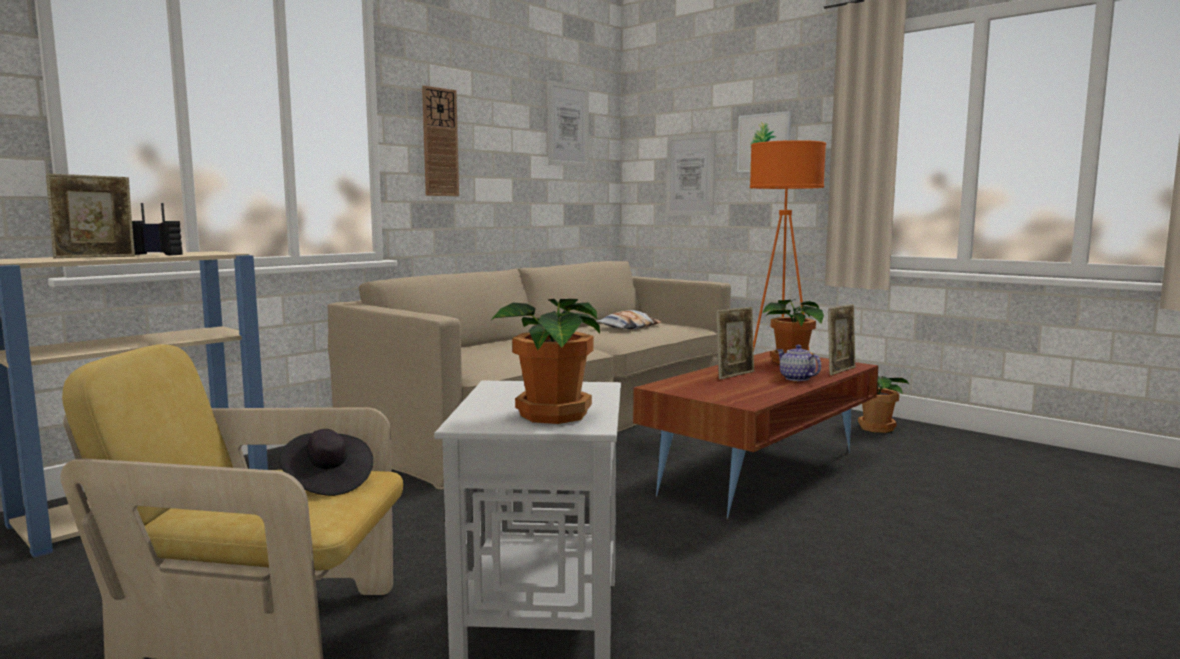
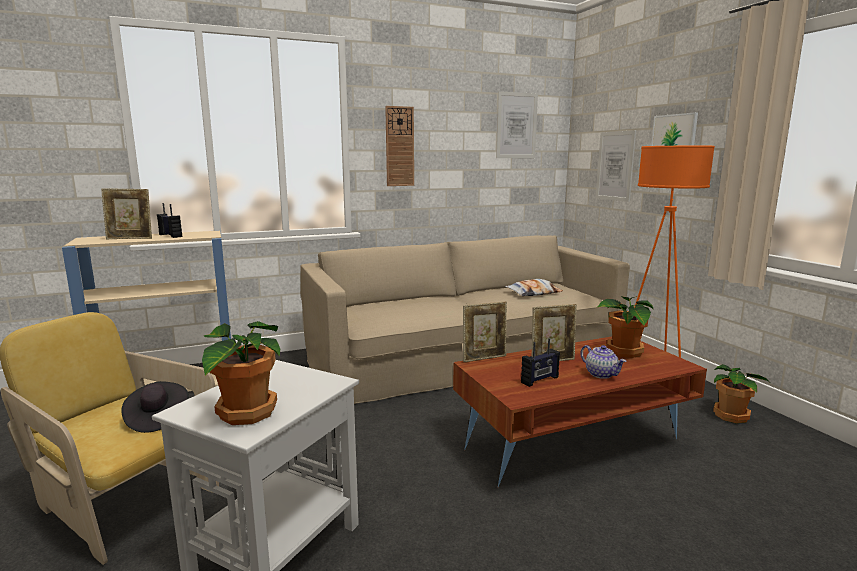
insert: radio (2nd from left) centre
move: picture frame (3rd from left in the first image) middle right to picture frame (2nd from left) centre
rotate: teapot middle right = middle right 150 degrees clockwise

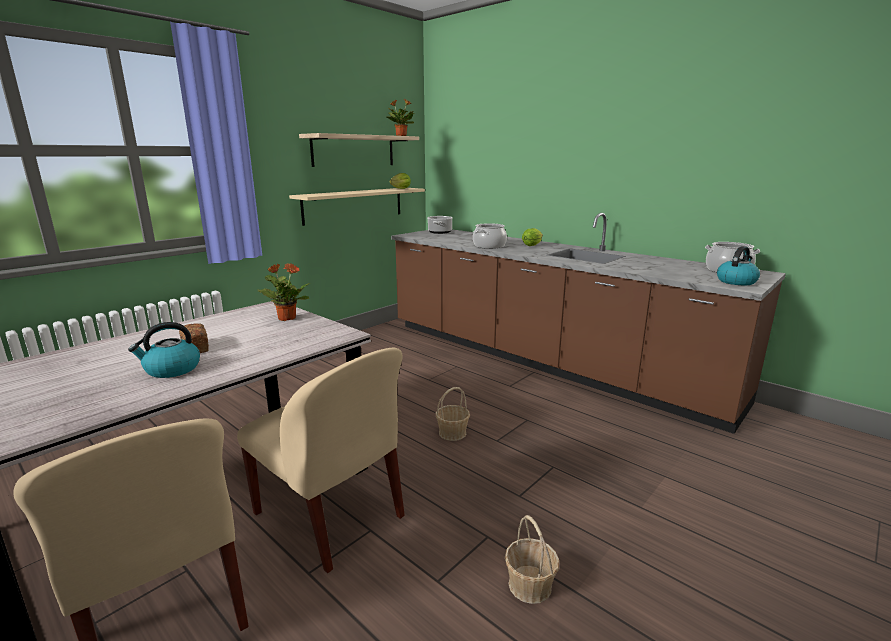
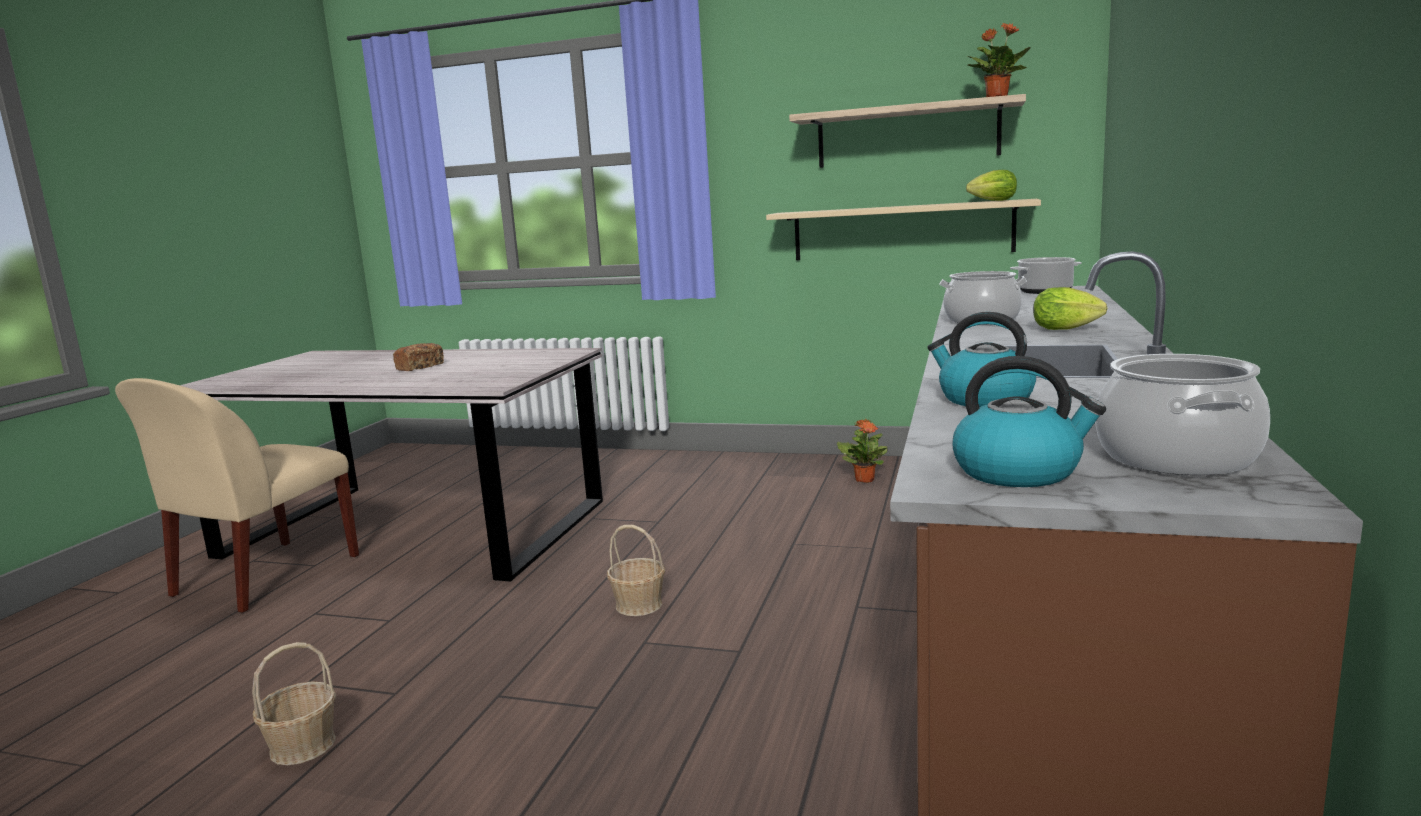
delete: beige chair (2nd from left) bottom centre
move: potted plant (1st from left) middle left to centre; kettle (1st from left) middle left to middle right

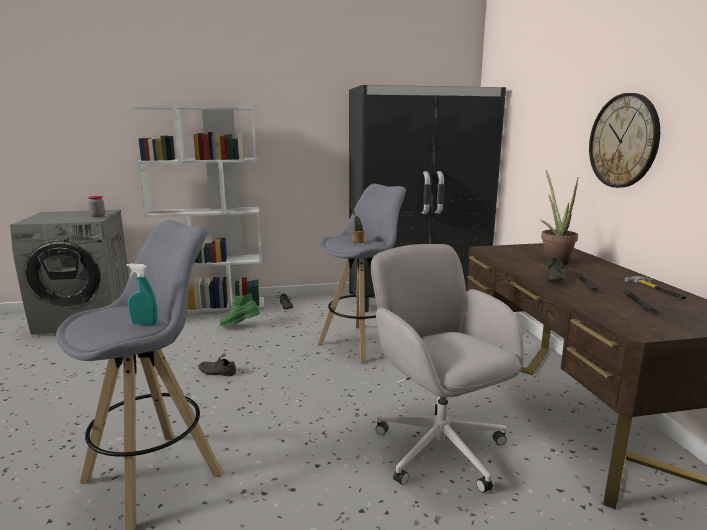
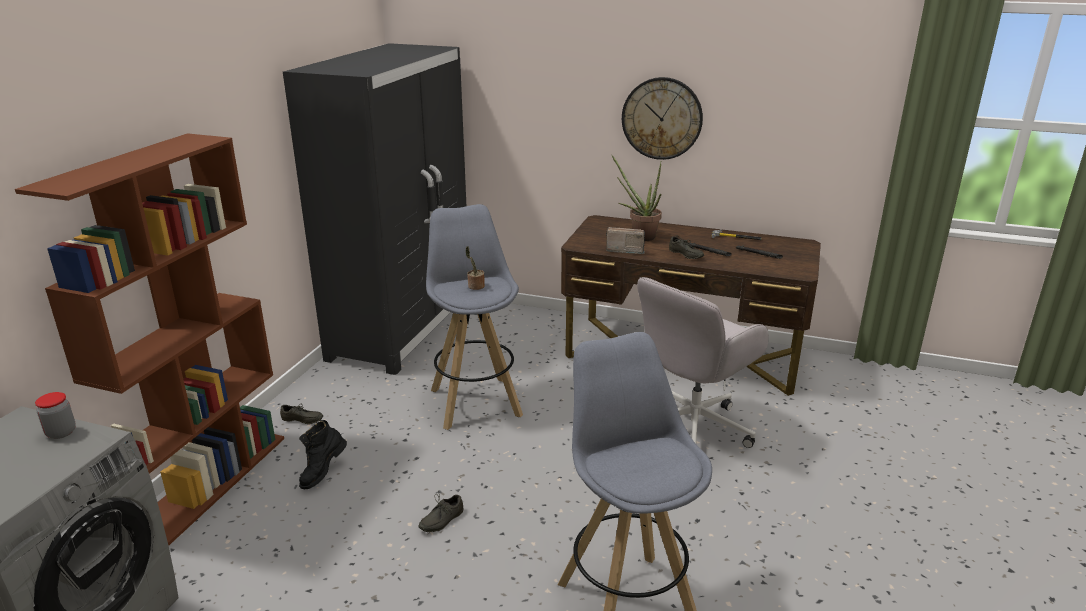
delete: turquoise spray bottle middle left
insert: radio centre
recolor: white bookcase middle left to brown bookcase middle left; green boot centre to black boot bottom left
rotate: grey office chair bottom centre = centre 45 degrees counterclockwise

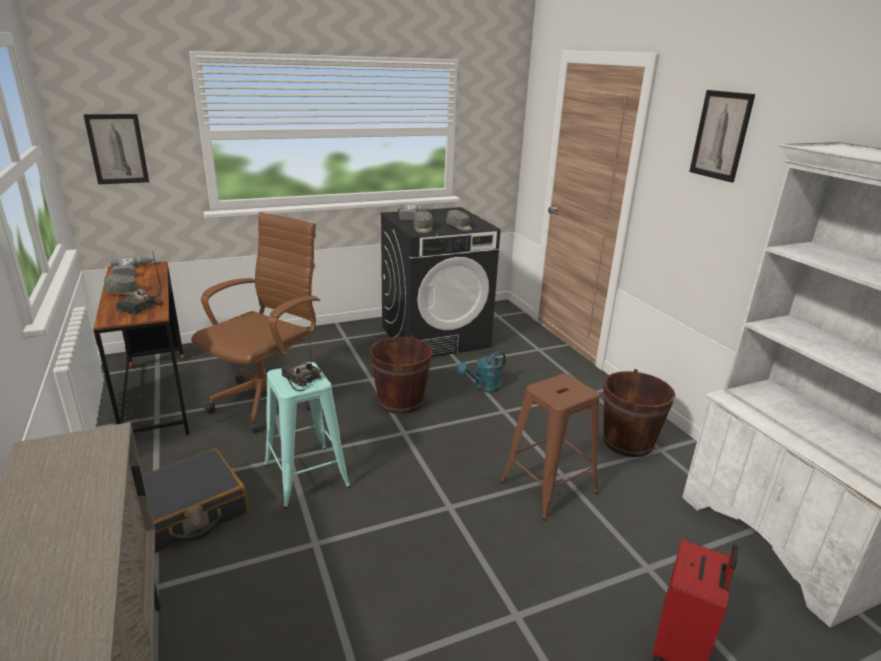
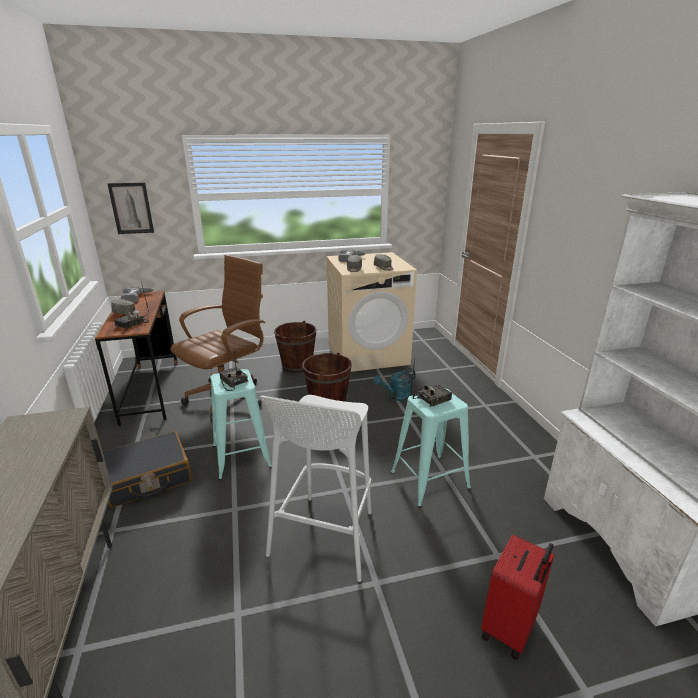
delete: picture (2nd from left) top right
insert: radio (3rd from left) centre; white stool bottom centre
move: brown bucket (2nd from left in the first image) middle right to brown bucket (1st from left) centre
recolor: black washing machine centre to beige washing machine centre; brown stool bottom centre to turquoise stool (2nd from left) centre

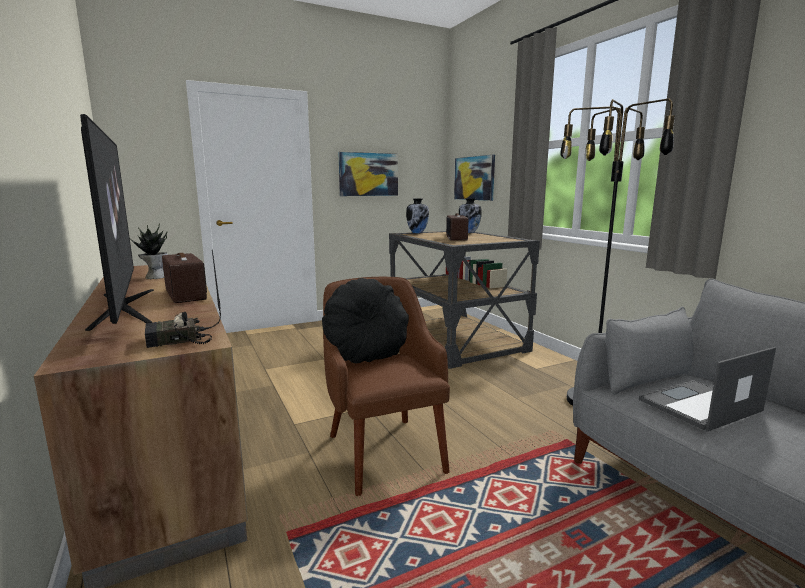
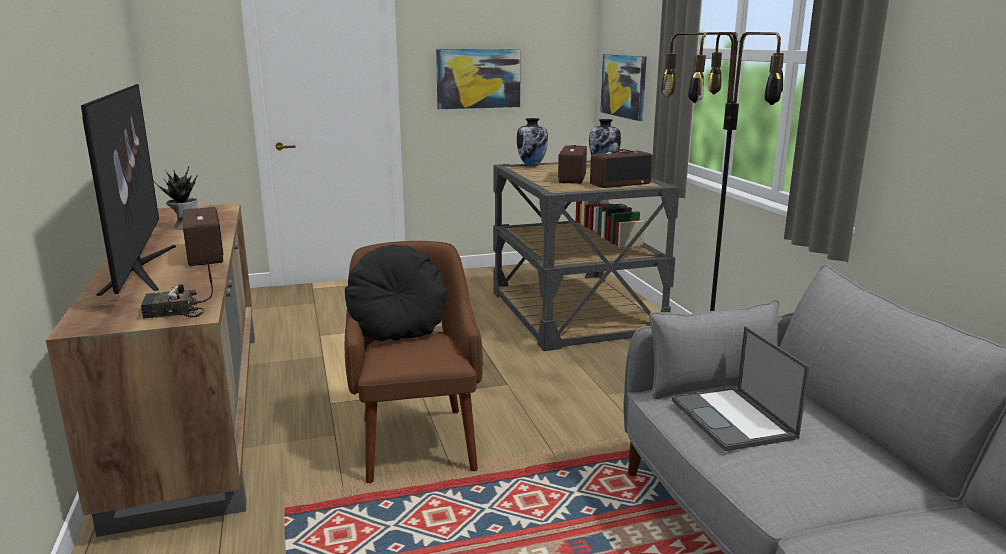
insert: radio (4th from left) top centre
rotate: laptop middle right = bottom right 90 degrees counterclockwise

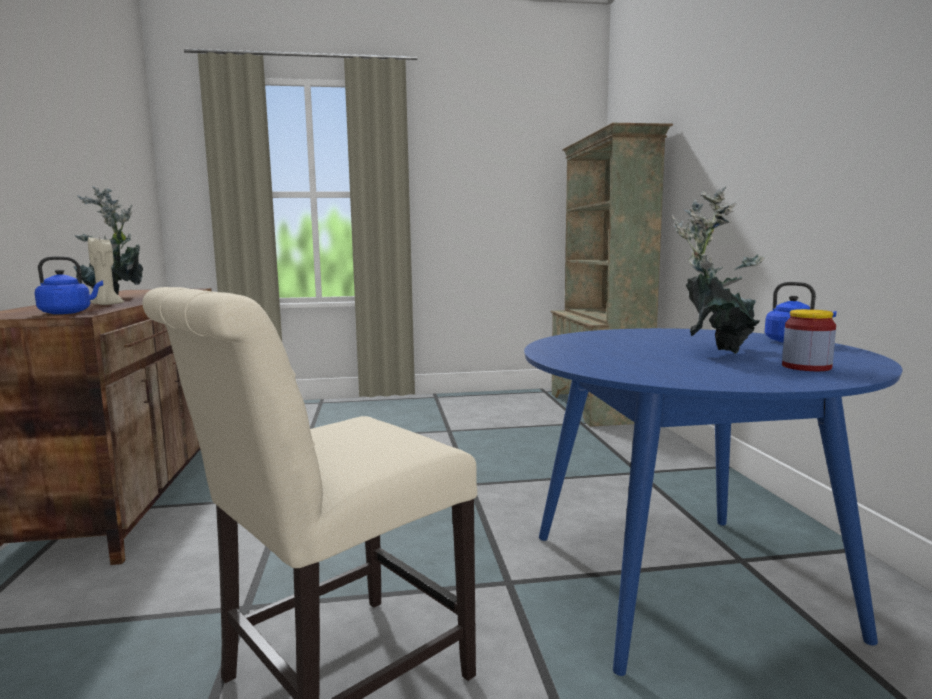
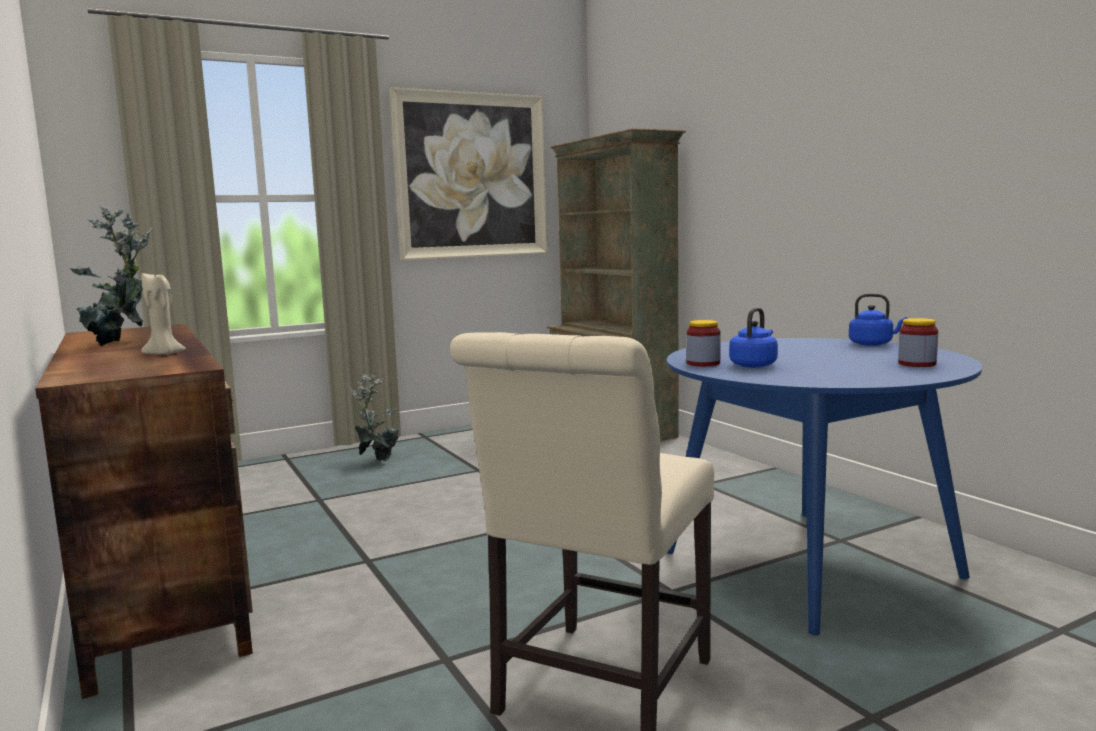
insert: picture top centre; jar (1st from left) centre
move: potted plant (2nd from left) middle right to centre; blue kettle (1st from left) middle left to middle right

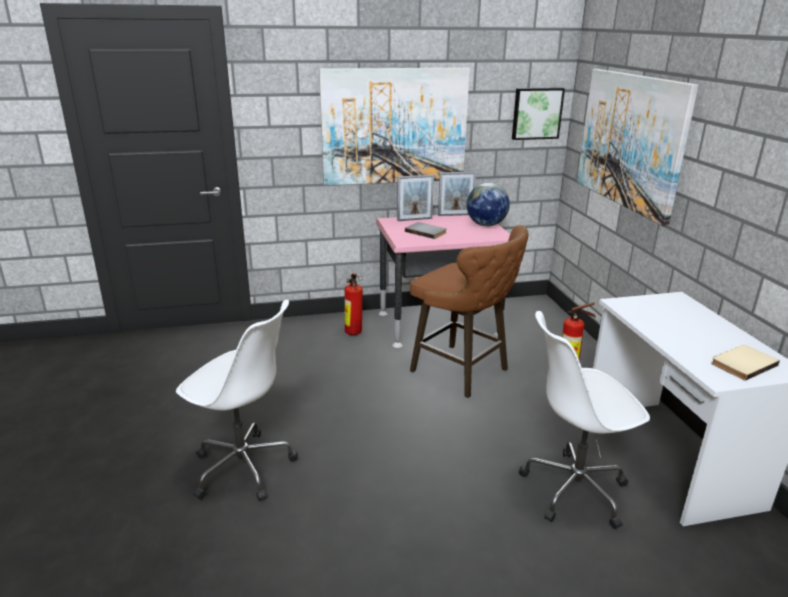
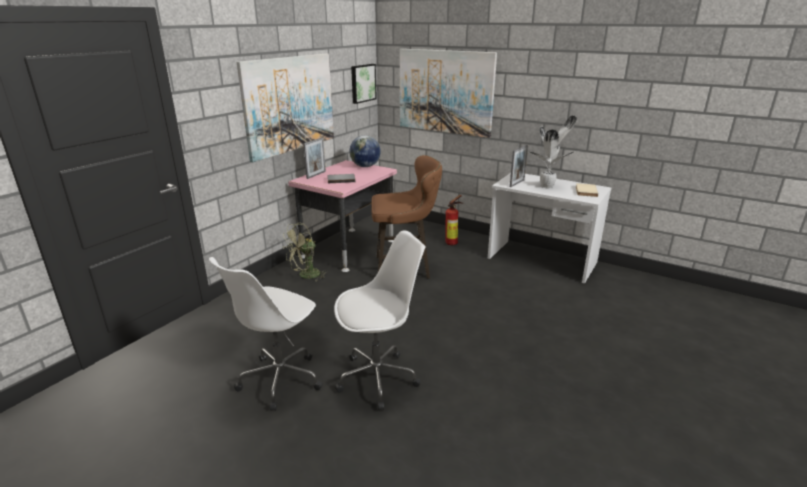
insert: potted plant top right
move: picture frame (2nd from left) top centre to centre; white office chair (2nd from left in the first image) bottom right to white office chair (1st from left) bottom left
replace: fire extinguisher (1st from left) centre to green fan centre

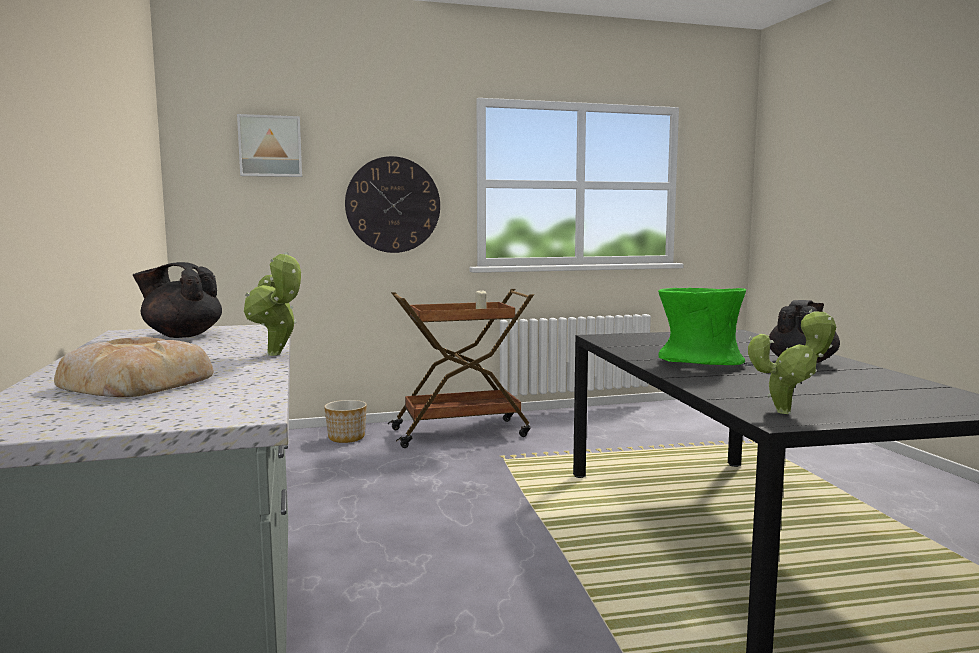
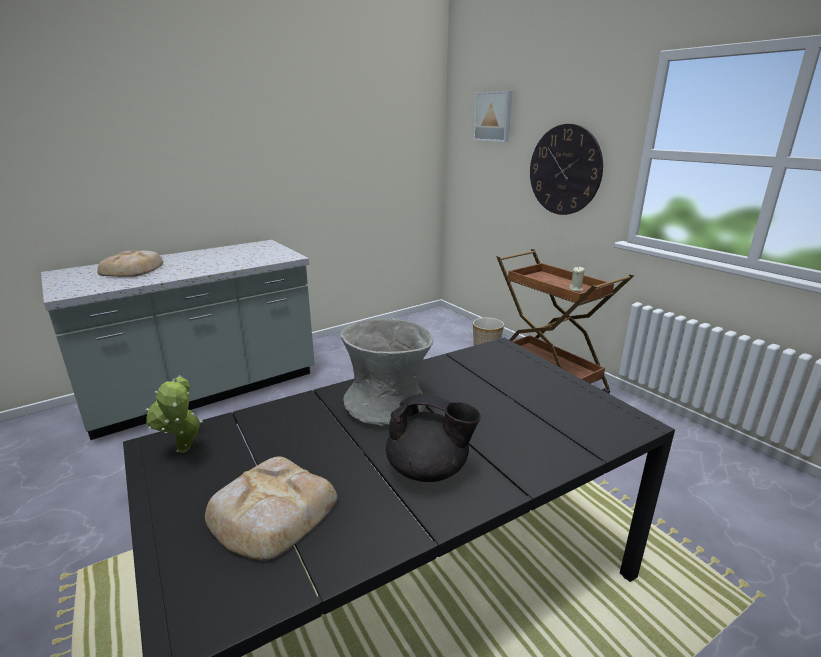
delete: potted plant (1st from left) middle left; black teapot (1st from left) middle left
insert: bread (2nd from left) bottom left
recolor: green vase middle right to grey vase centre

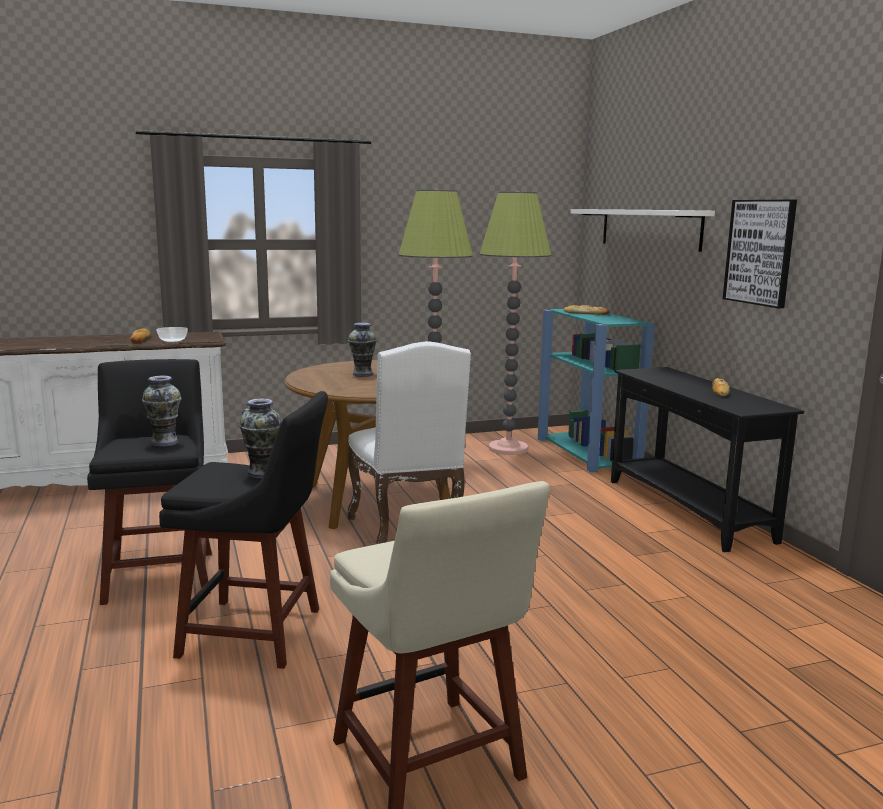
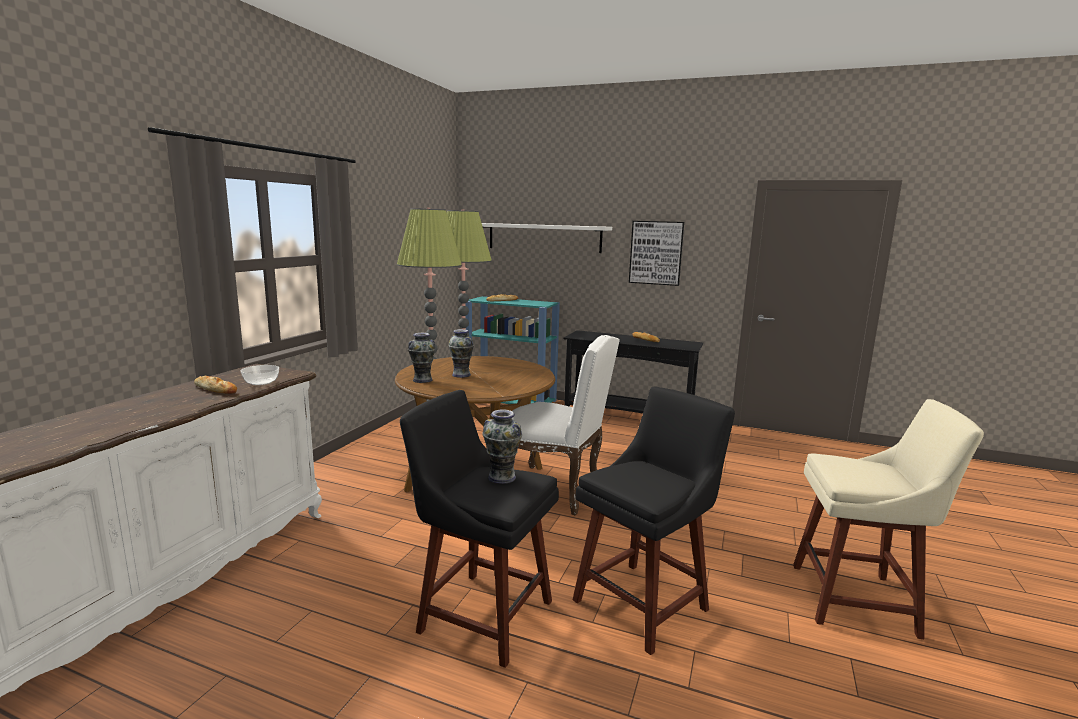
move: vase (2nd from left in the first image) middle left to vase (1st from left) centre

